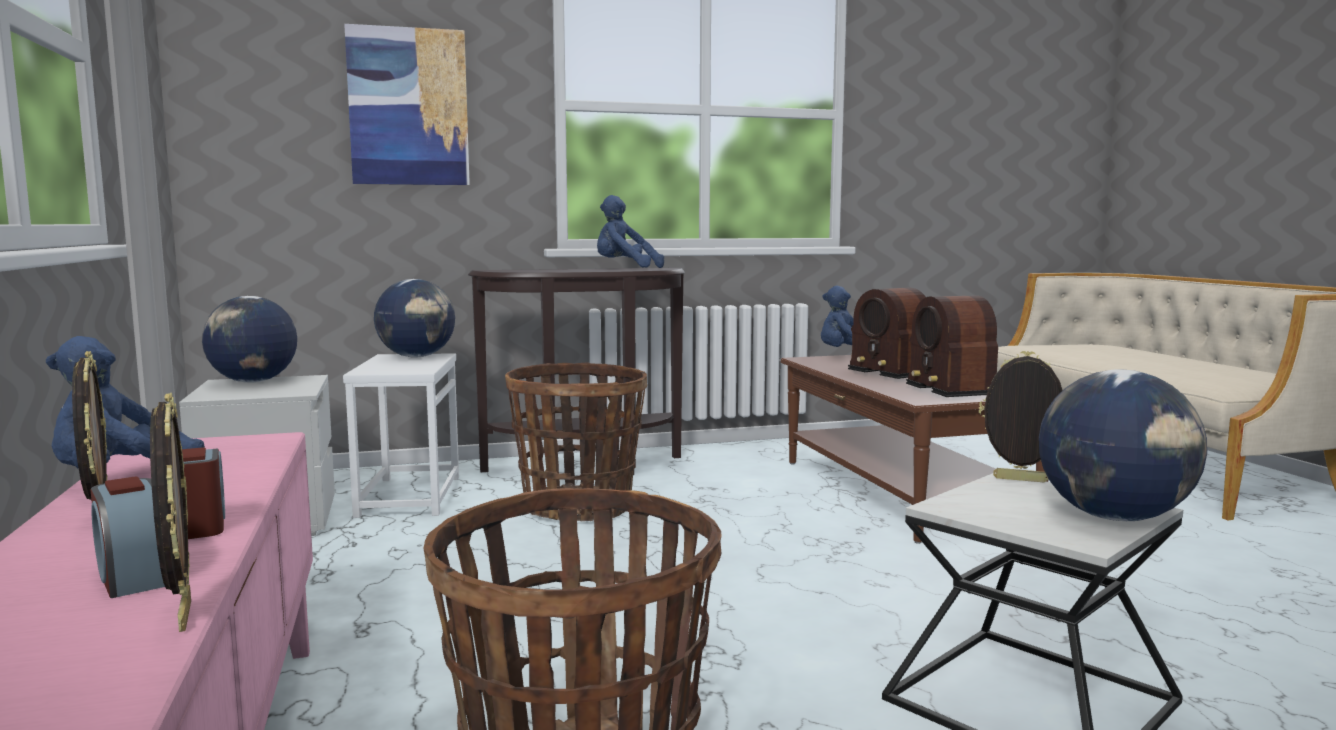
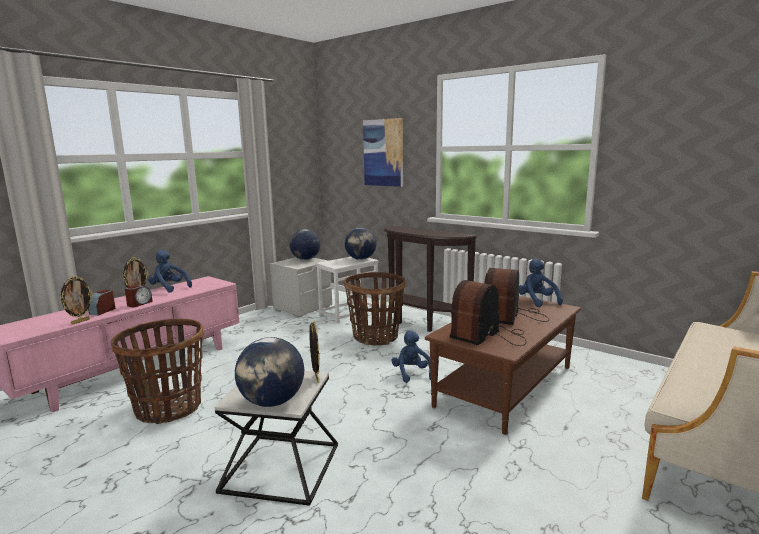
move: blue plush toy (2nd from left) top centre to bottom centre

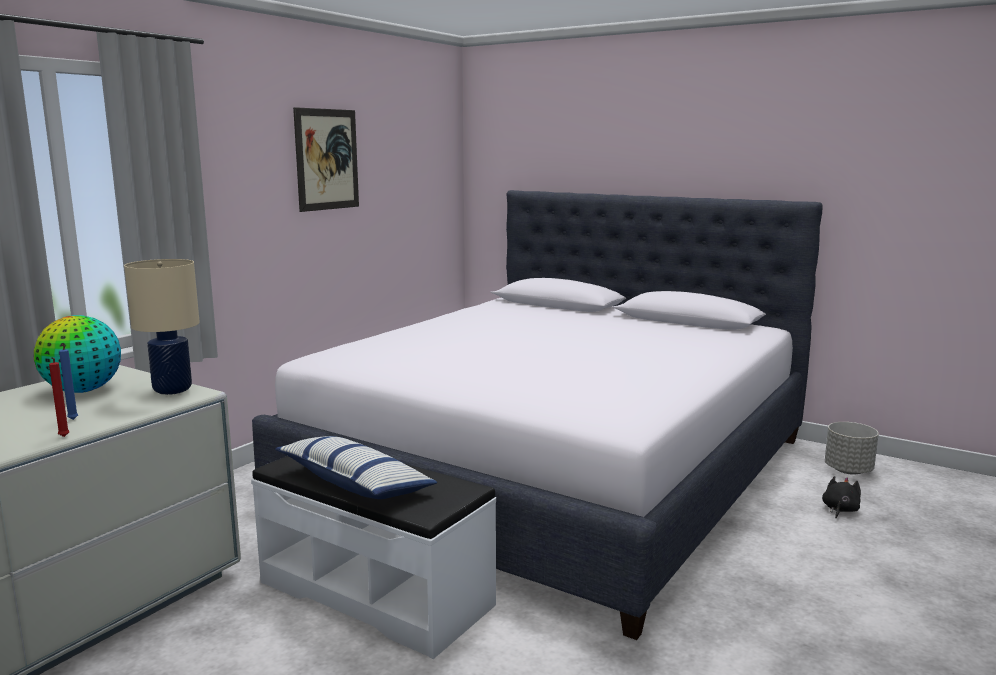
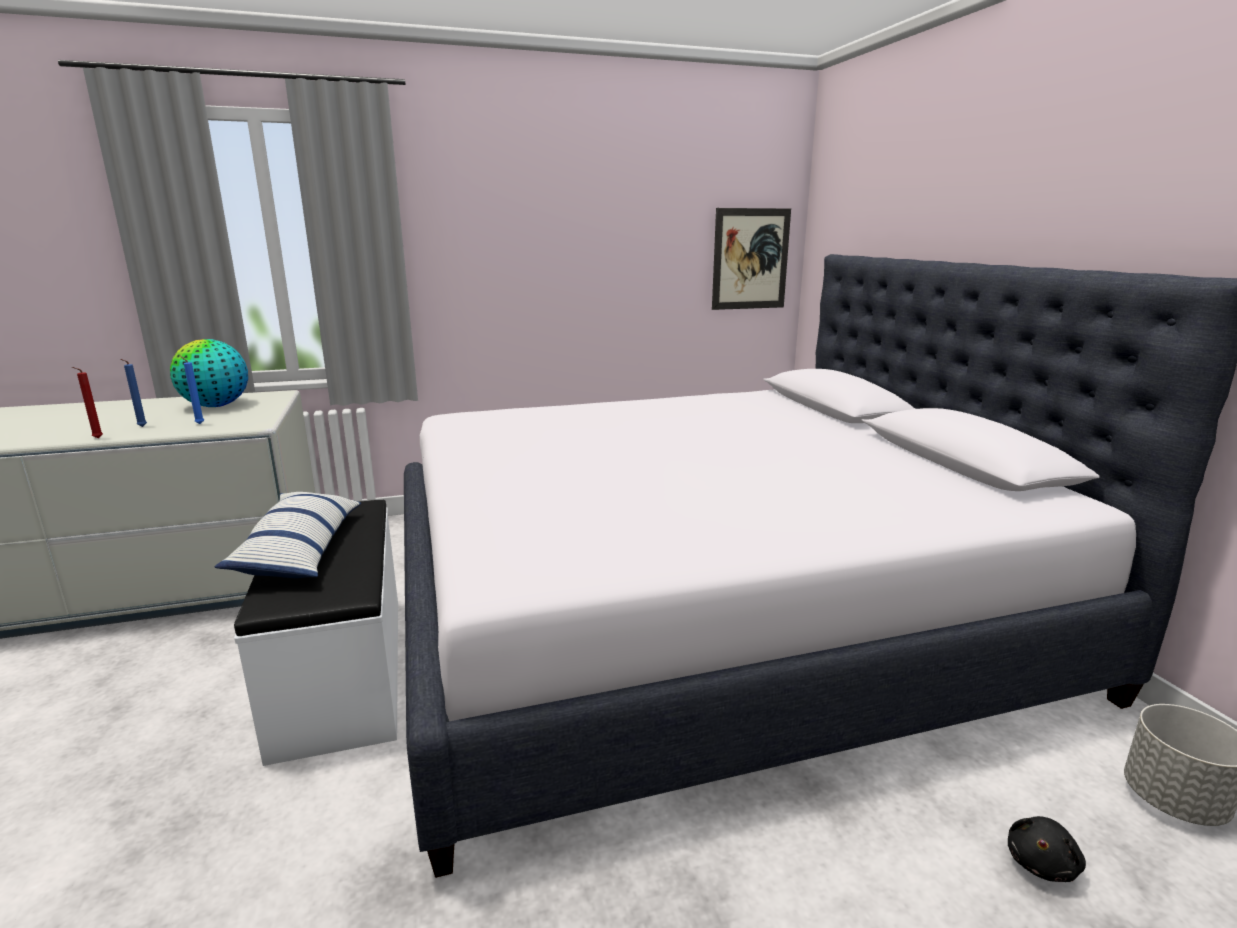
delete: beige table lamp middle left
insert: blue candle (2nd from left) middle left
move: picture top left to top centre
rotate: black plush toy bottom right = bottom right 150 degrees clockwise

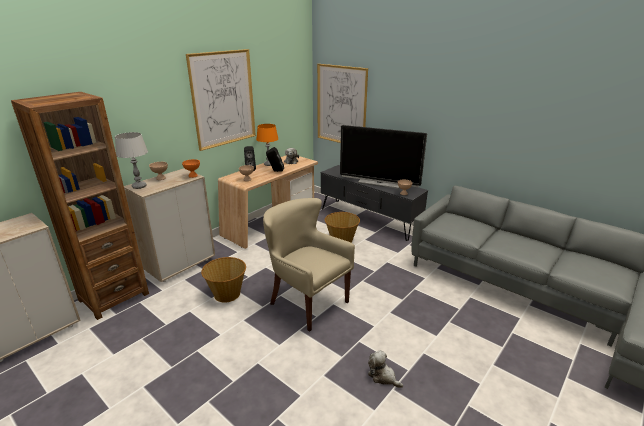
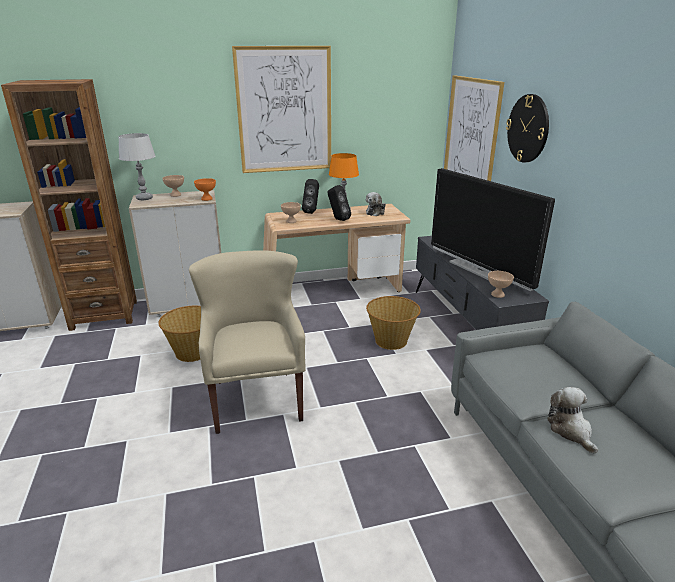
insert: wall clock top right
move: plush toy (2nd from left) bottom centre to bottom right

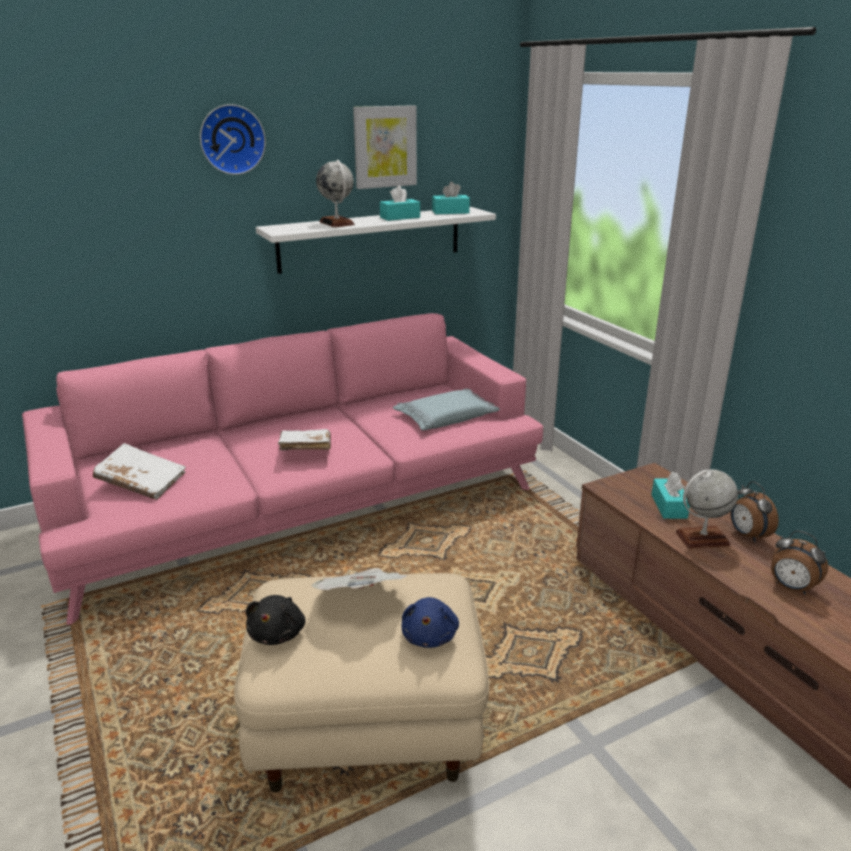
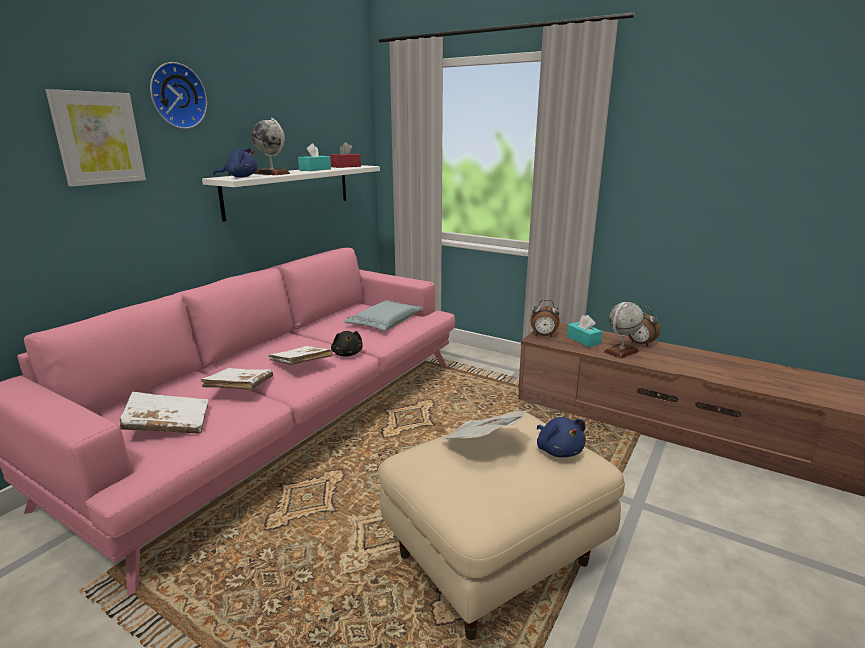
insert: blue plush toy (1st from left) top left; white book (2nd from left) middle left
move: picture top centre to top left; alarm clock (2nd from left in the first image) middle right to alarm clock (1st from left) centre; black plush toy bottom left to centre
recolor: turquoise tissue box (2nd from left) top centre to red tissue box top centre

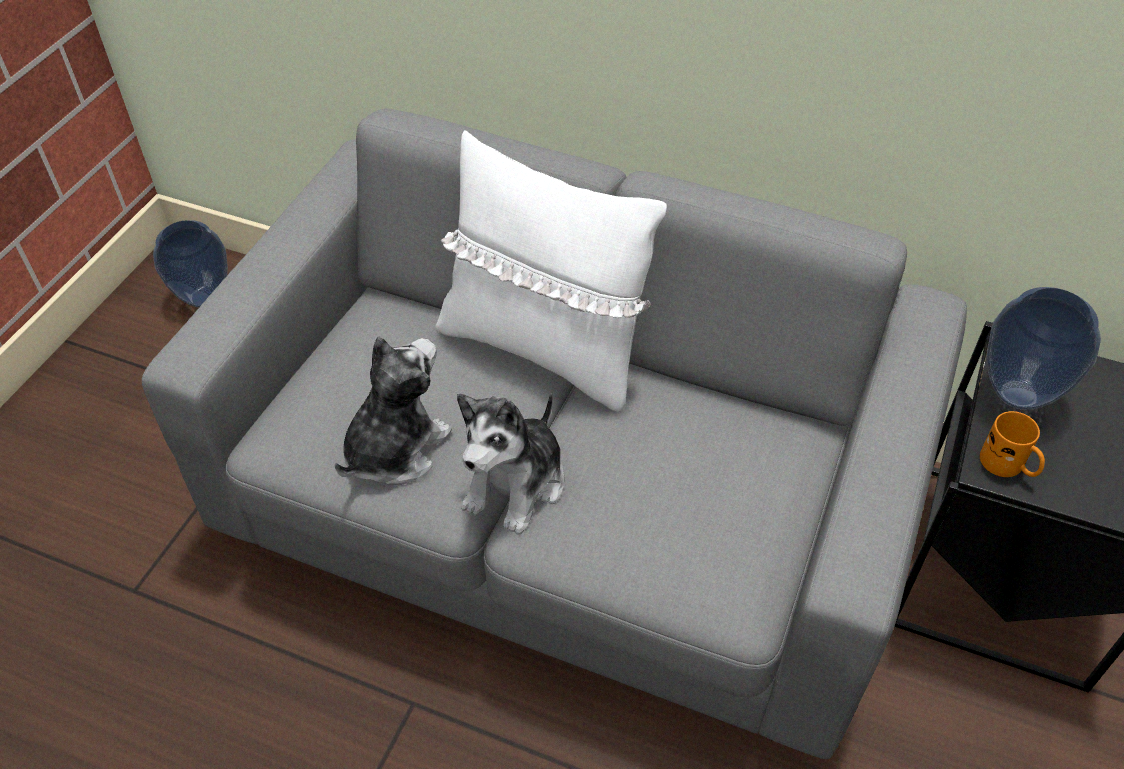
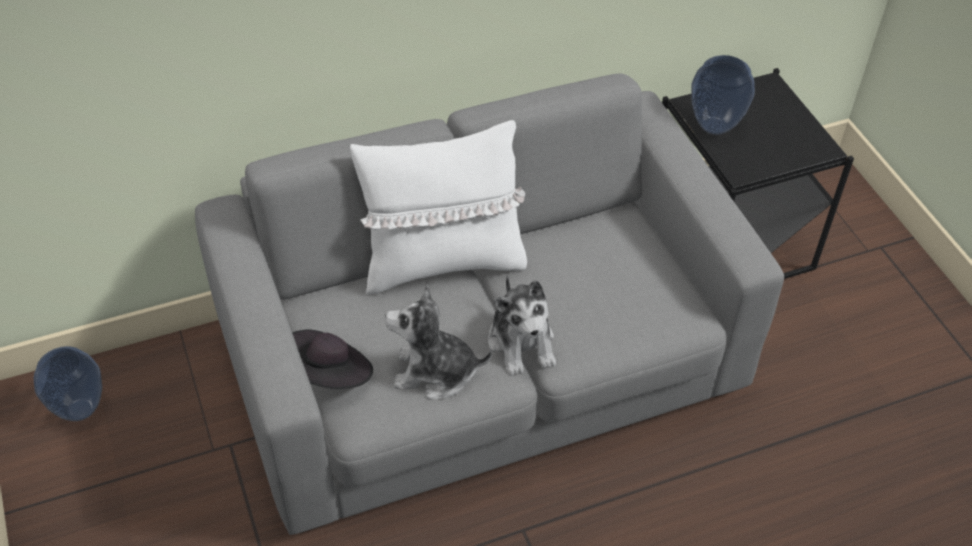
delete: orange mug middle right
insert: black hat centre
rotate: plush toy (1st from left) centre = centre 75 degrees counterclockwise

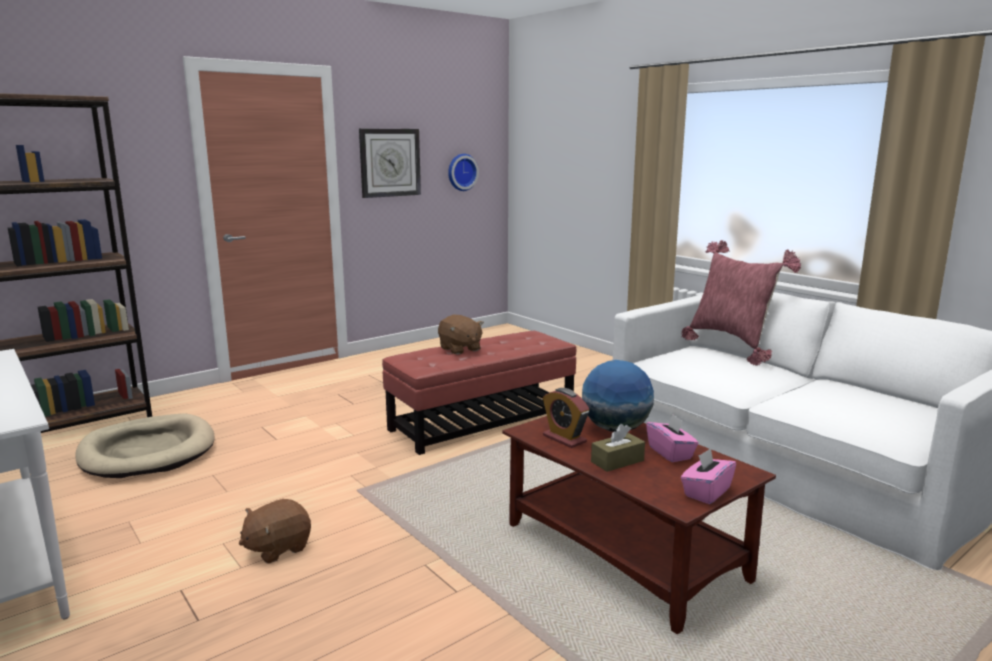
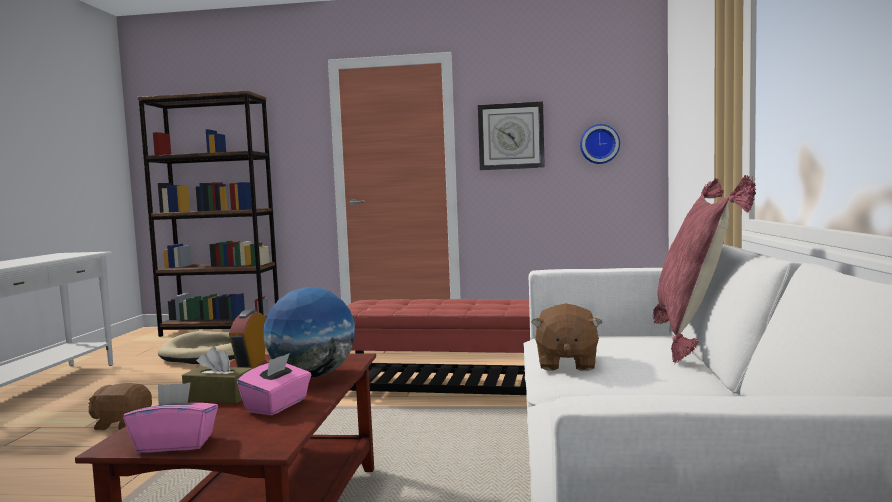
move: brown plush toy (2nd from left) centre to bottom centre

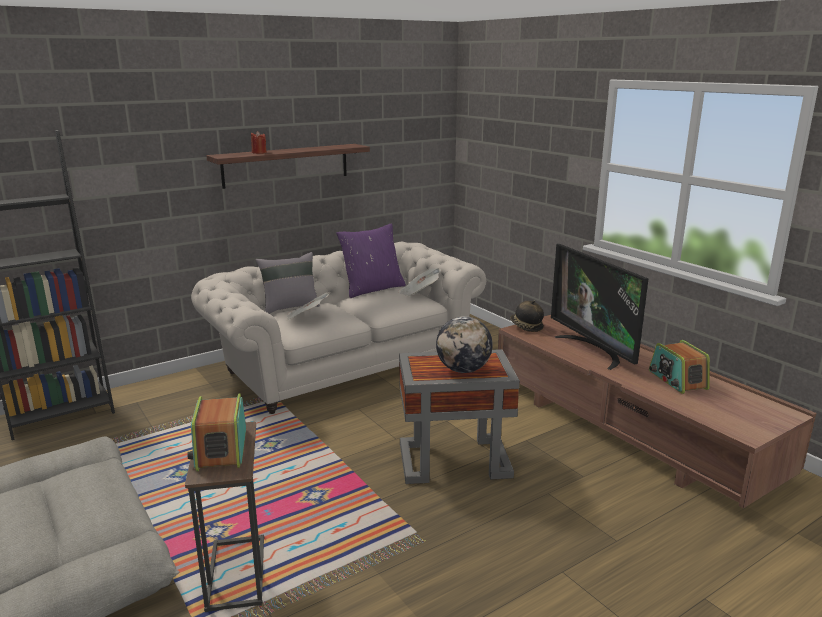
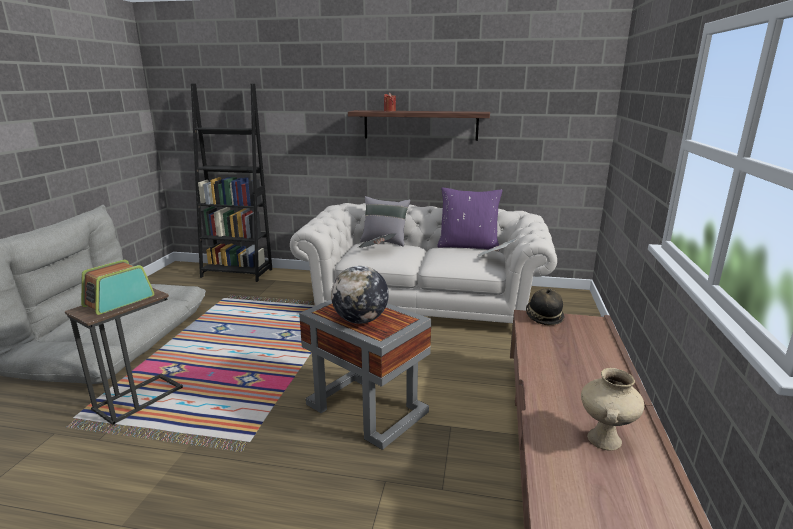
delete: television middle right
replace: radio (2nd from left) middle right to beige vase bottom right

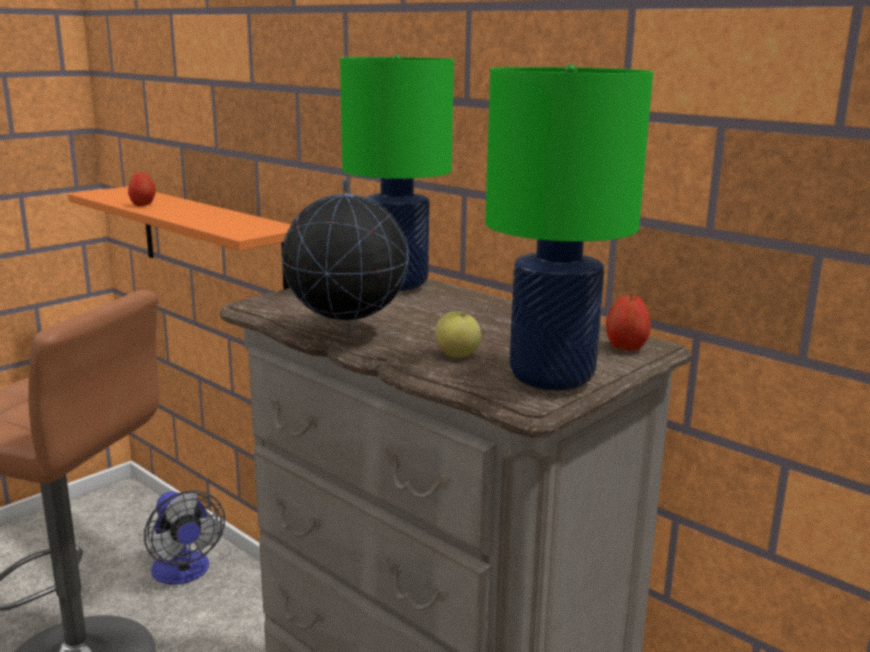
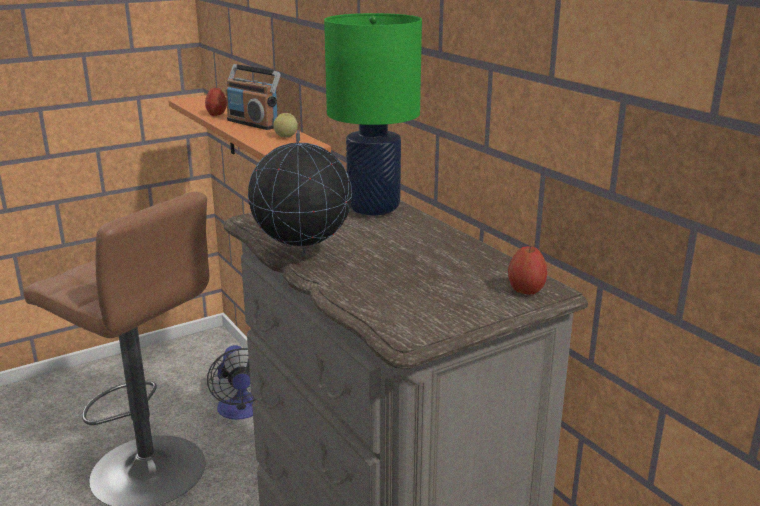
delete: green table lamp (2nd from left) centre
insert: radio top left
move: apple (2nd from left) centre to top centre

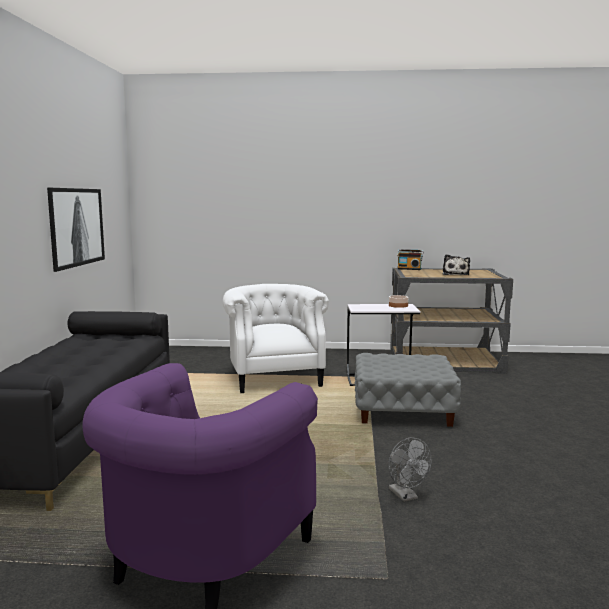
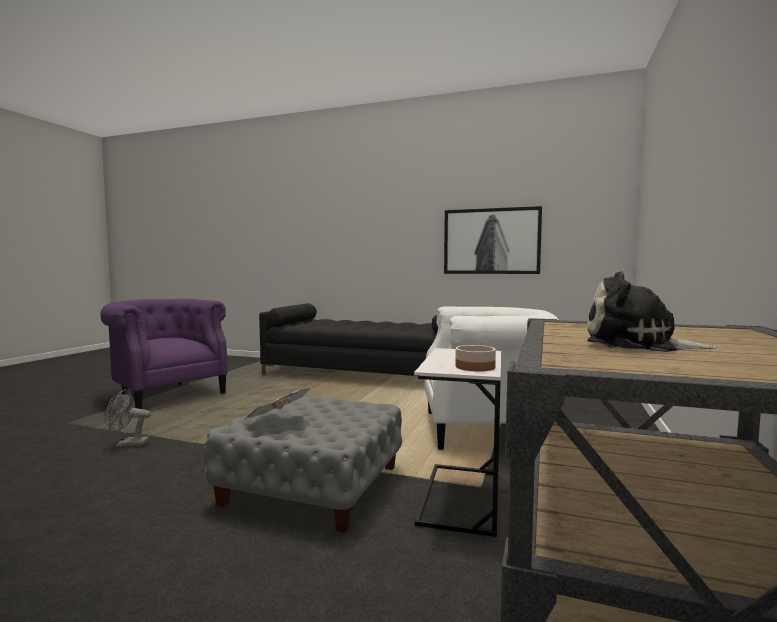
delete: radio middle right
insert: newspaper centre

